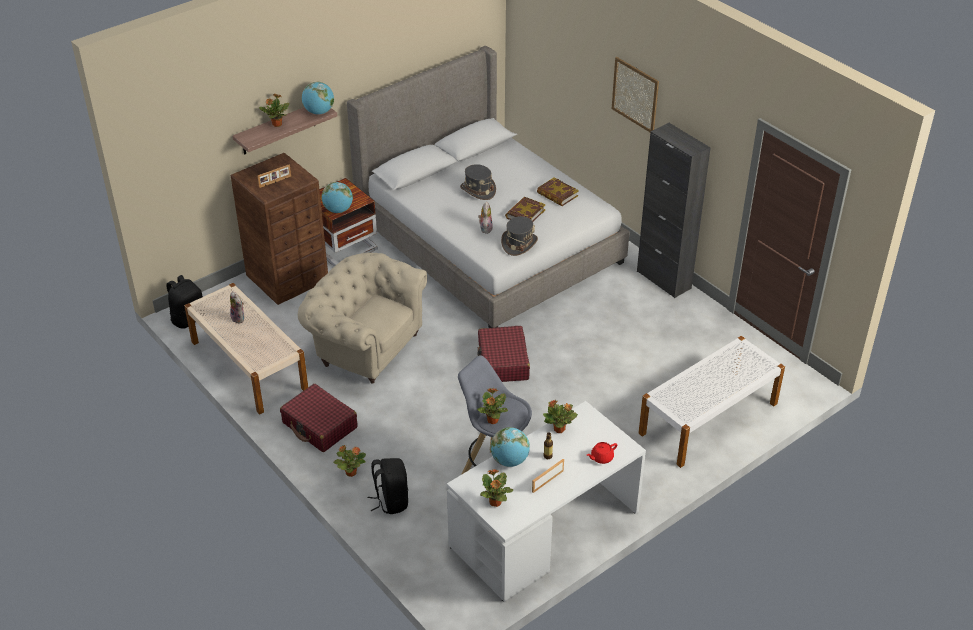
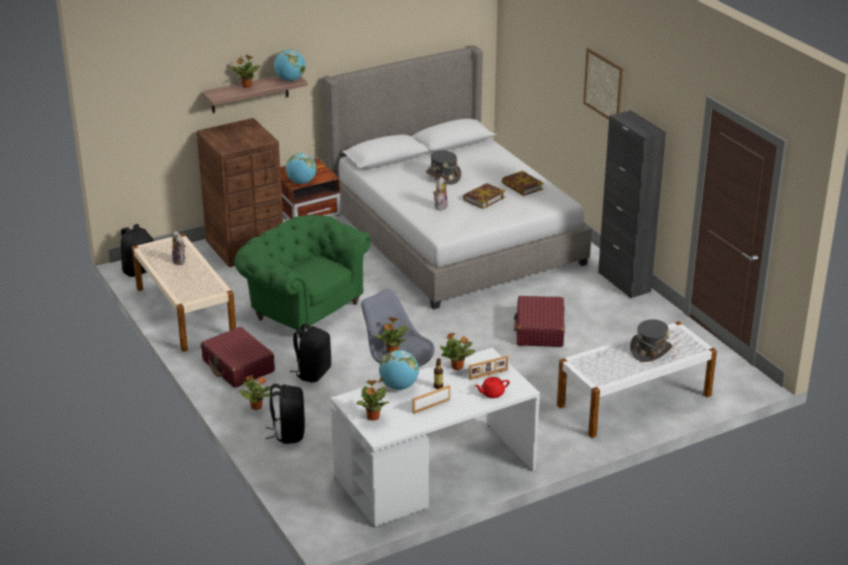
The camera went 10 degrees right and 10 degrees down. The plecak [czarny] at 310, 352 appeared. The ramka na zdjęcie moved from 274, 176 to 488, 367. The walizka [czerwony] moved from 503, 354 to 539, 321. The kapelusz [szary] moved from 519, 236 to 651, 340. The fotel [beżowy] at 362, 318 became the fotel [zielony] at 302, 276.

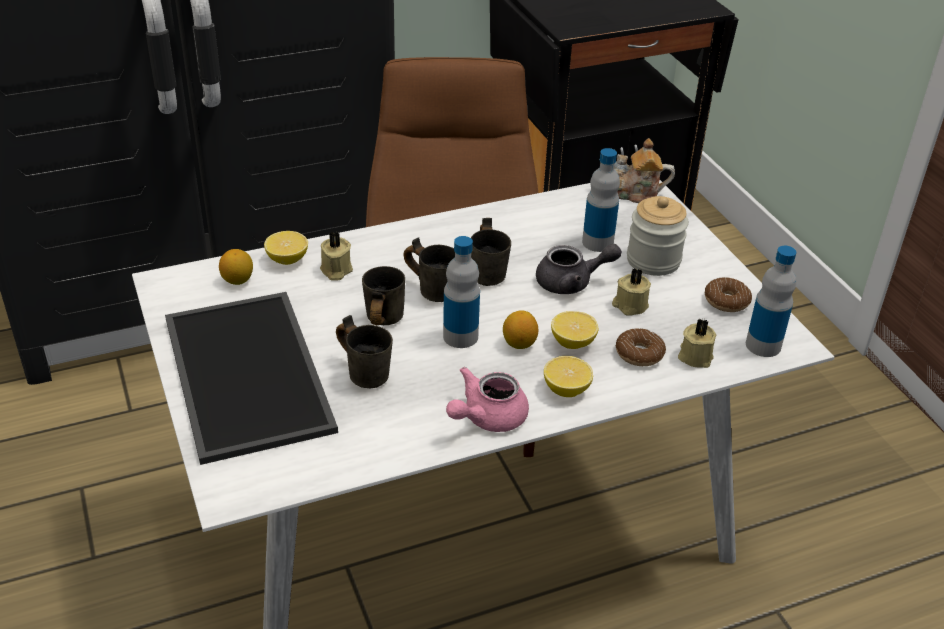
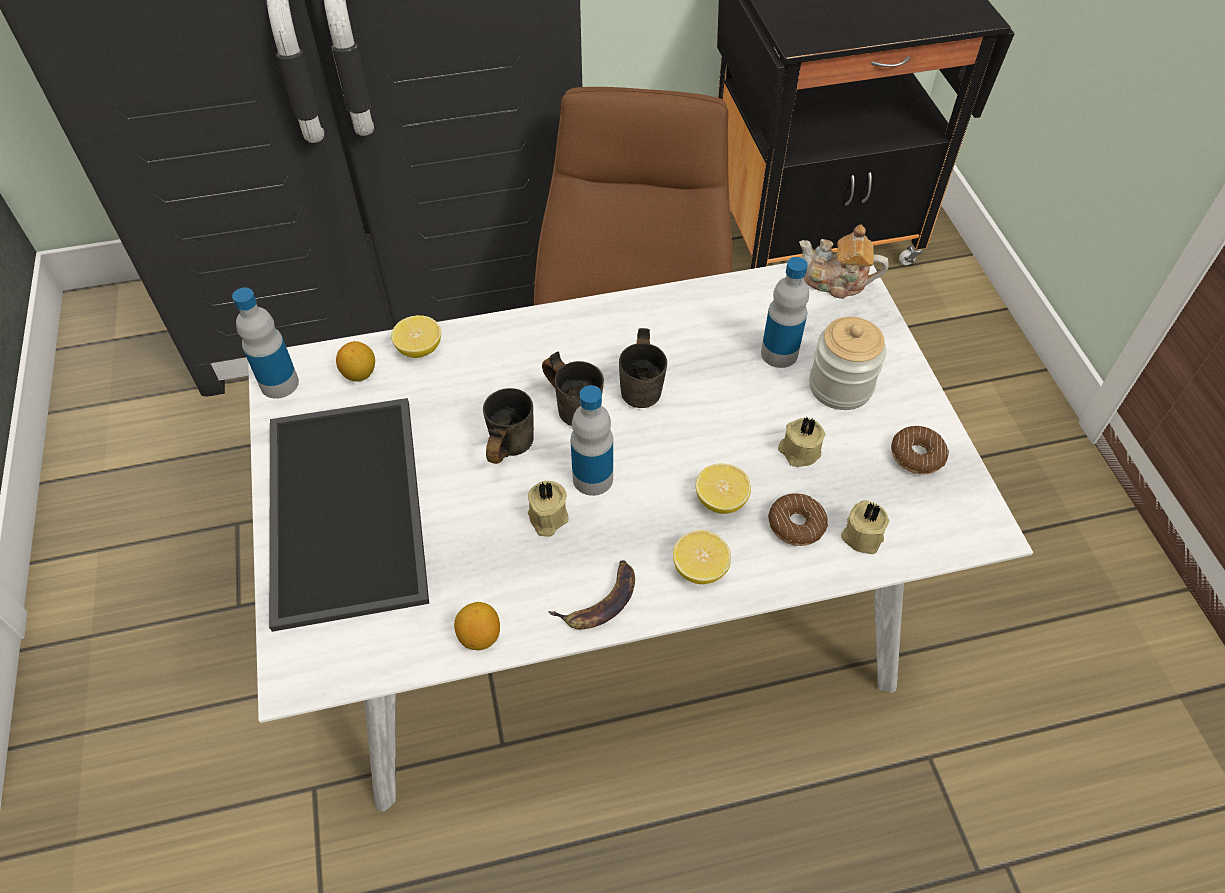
The camera went 10 degrees right and 15 degrees up. The kubek [szary] at 364, 351 disappeared. The imbryk [szary] at 579, 268 disappeared. The świeca [beżowy] moved from 336, 256 to 548, 509. The cytryna moved from 520, 329 to 477, 626. The butelka moved from 771, 301 to 265, 343. The imbryk [różowy] at 487, 399 was replaced by the banan at 592, 594.

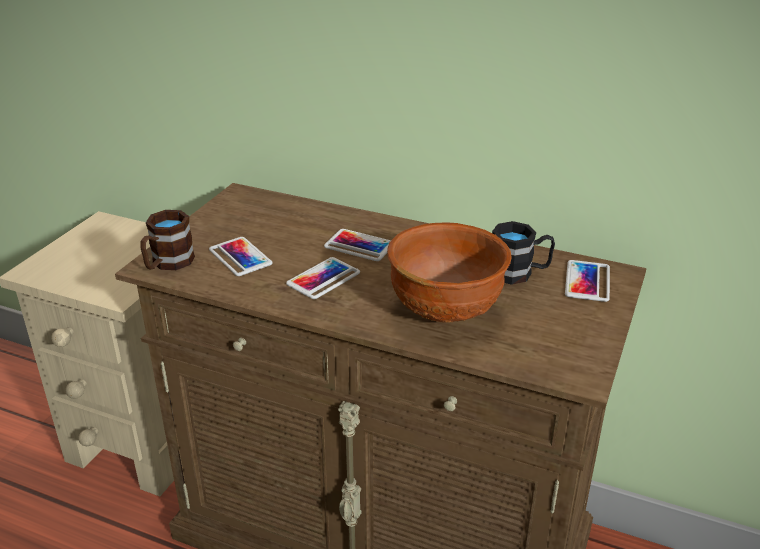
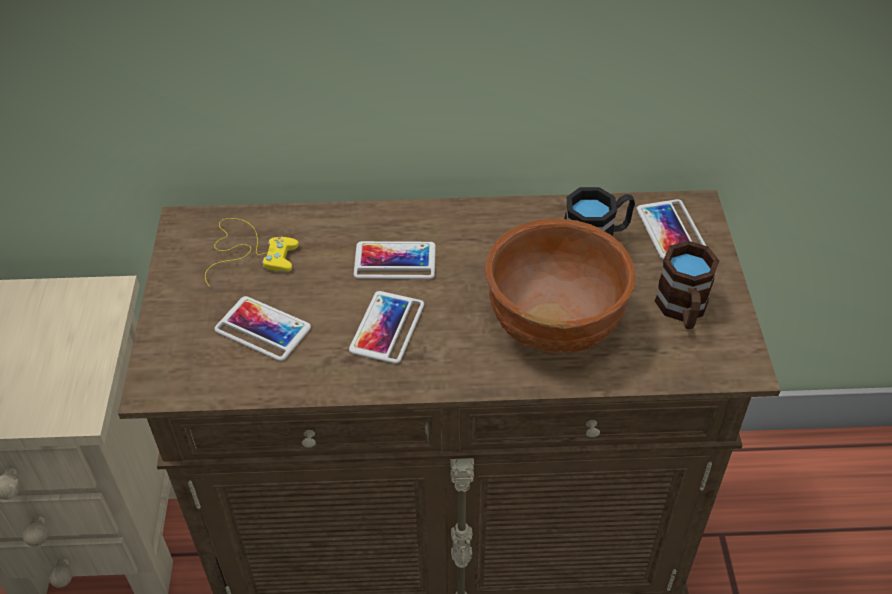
The camera went 25 degrees left and 15 degrees up. The pad do gier [żółty] at 252, 252 appeared. The kubek [brązowy] moved from 167, 240 to 687, 285.

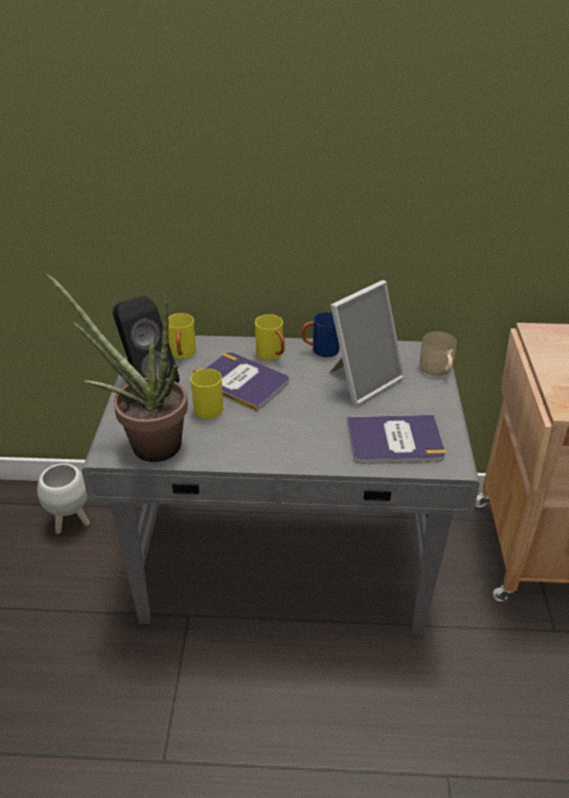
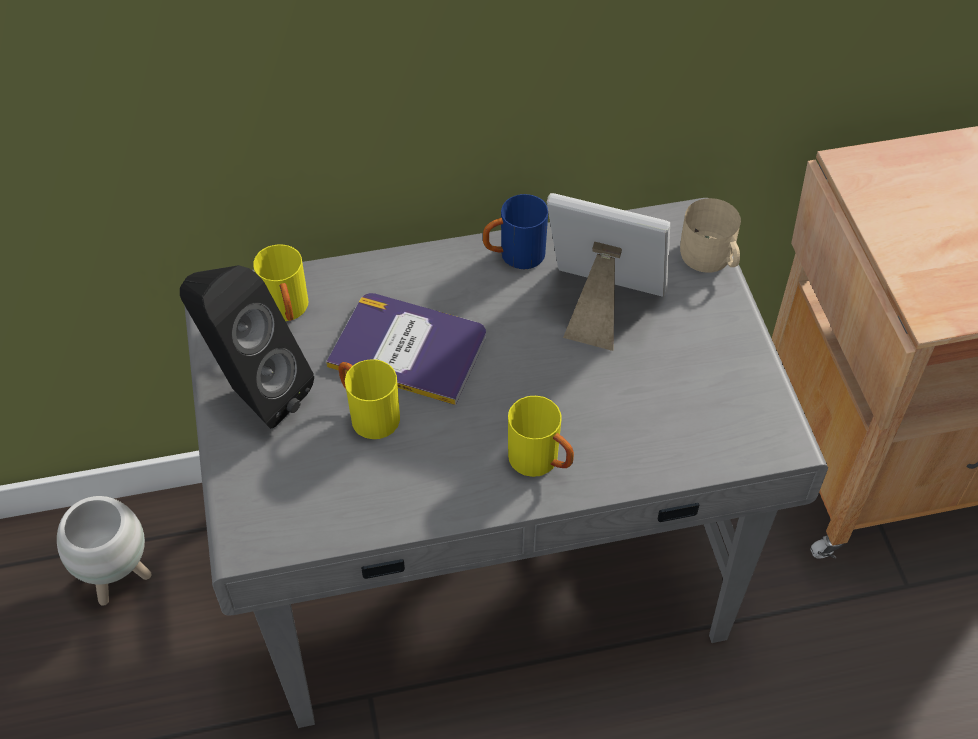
The camera went 15 degrees left and 15 degrees up. The roślina doniczkowa at 117, 367 disappeared. The książka at 396, 439 disappeared. The kubek [żółty] moved from 270, 337 to 541, 436. The ramka na zdjęcie at 366, 343 turned 105 degrees counterclockwise.

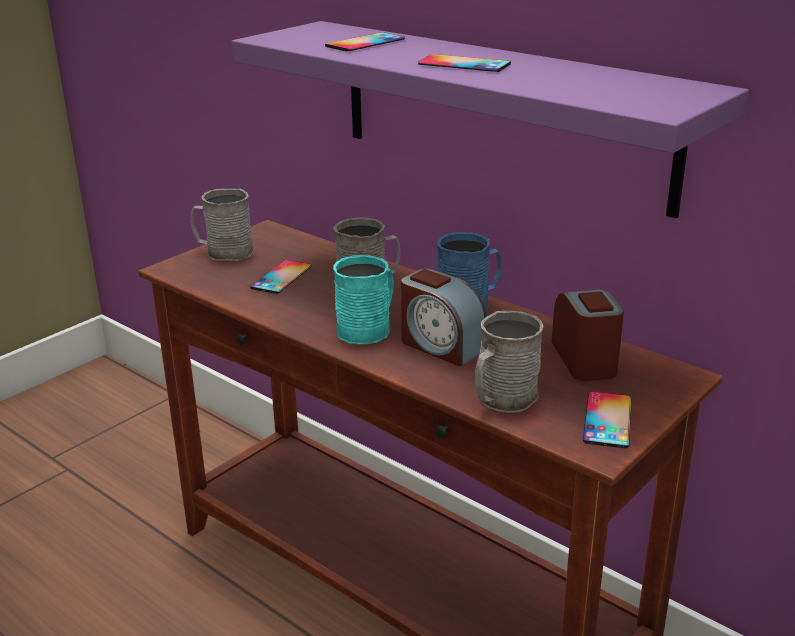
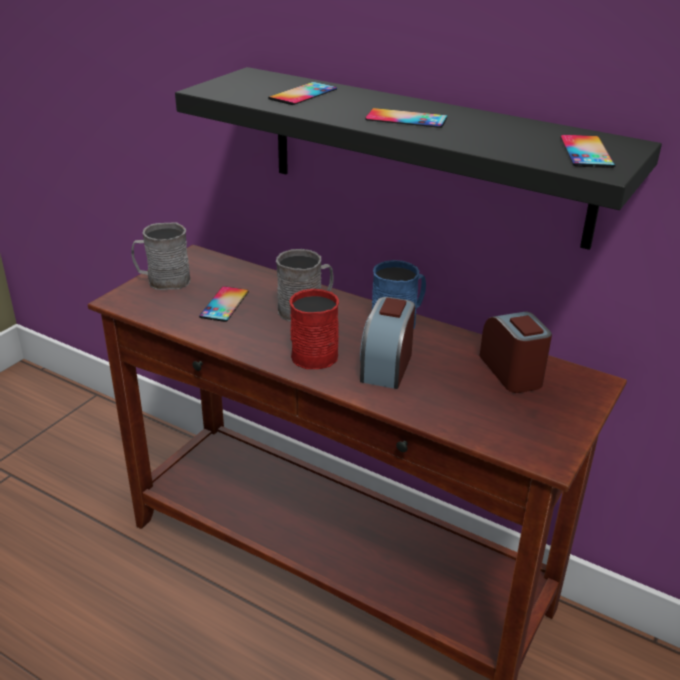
The camera went 10 degrees left and 5 degrees up. The kubek [szary] at 509, 362 disappeared. The telefon moved from 607, 419 to 588, 151. The półka [fioletowy] at 490, 119 became the półka [czarny] at 418, 158. The kubek [turkusowy] at 363, 299 became the kubek [czerwony] at 314, 329. The budzik at 444, 317 turned 75 degrees clockwise.

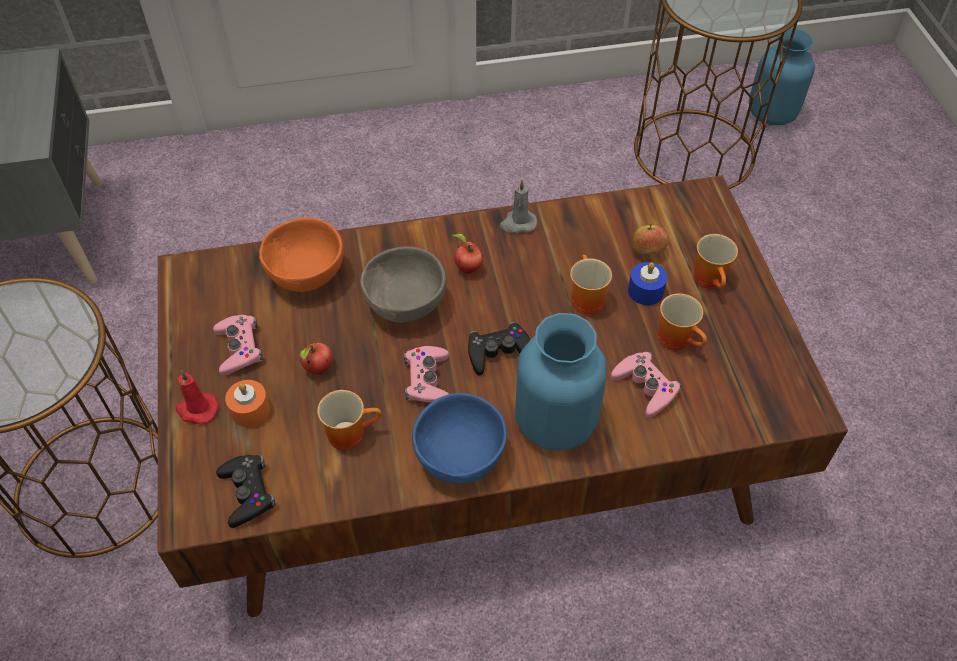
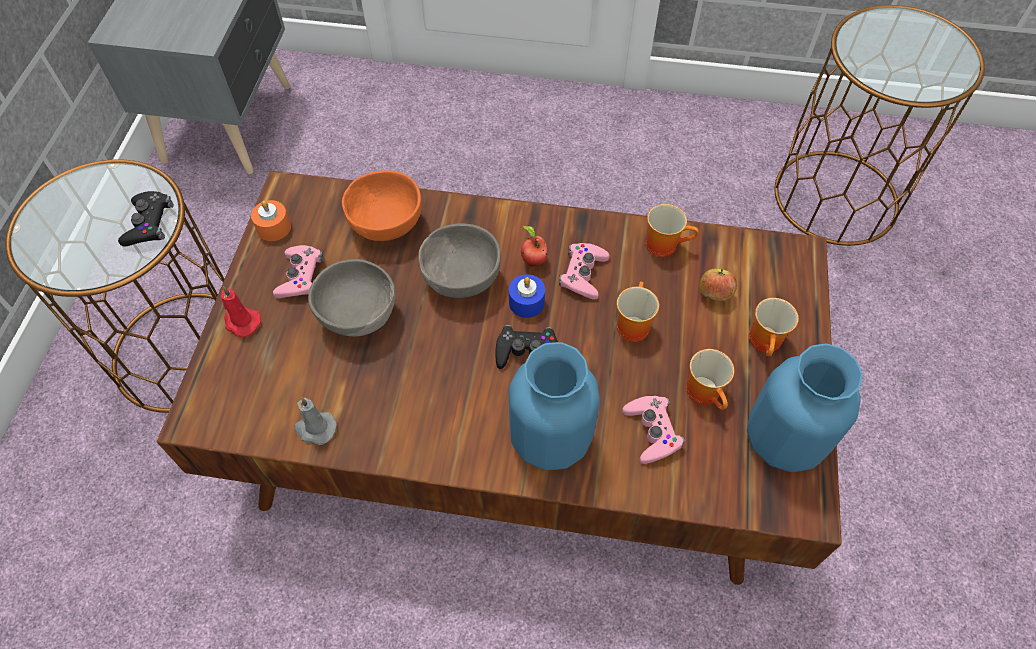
The camera went 20 degrees right and 5 degrees up. The miska [niebieski] at 459, 438 disappeared. The pad do gier [czarny] moved from 246, 491 to 146, 219. The świeca [pomarańczowy] moved from 247, 403 to 271, 220. The kubek moved from 349, 420 to 672, 230. The pad do gier [różowy] moved from 426, 374 to 584, 271. The świeca [szary] moved from 518, 207 to 315, 421. The świeca [niebieski] moved from 647, 283 to 527, 296. The wazon [niebieski] moved from 782, 77 to 805, 408. The jabłko at 315, 358 was replaced by the miska [szary] at 352, 298.

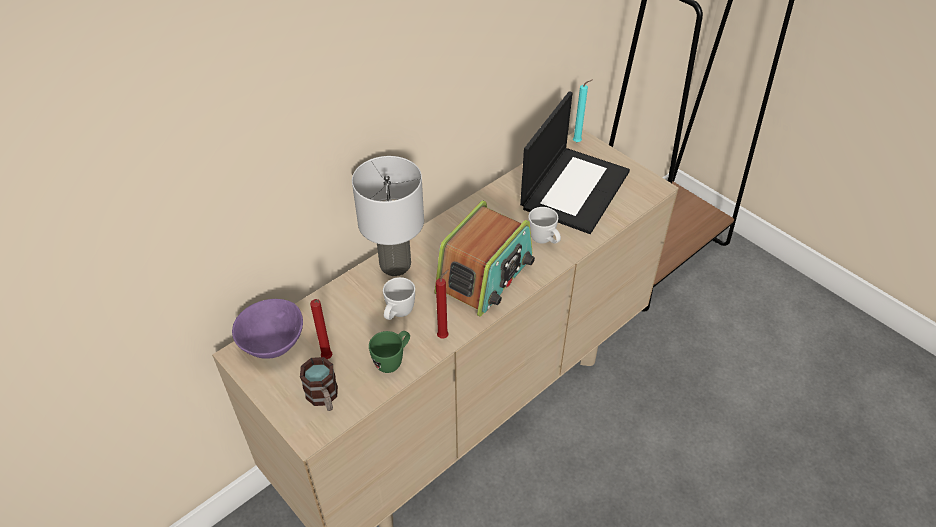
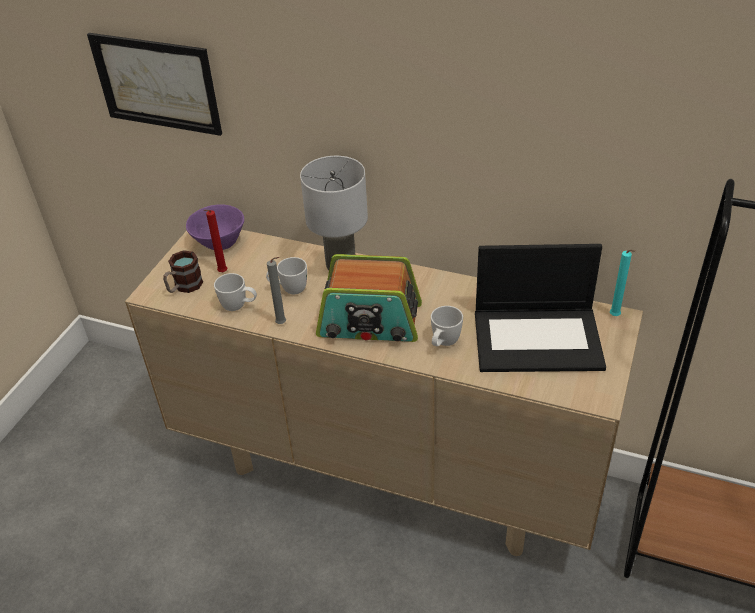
The camera went 65 degrees right and 5 degrees down. The obraz at 154, 84 appeared. The kubek [zielony] at 389, 352 became the kubek [biały] at 235, 292. The świeca [czerwony] at 442, 304 became the świeca [szary] at 276, 290.

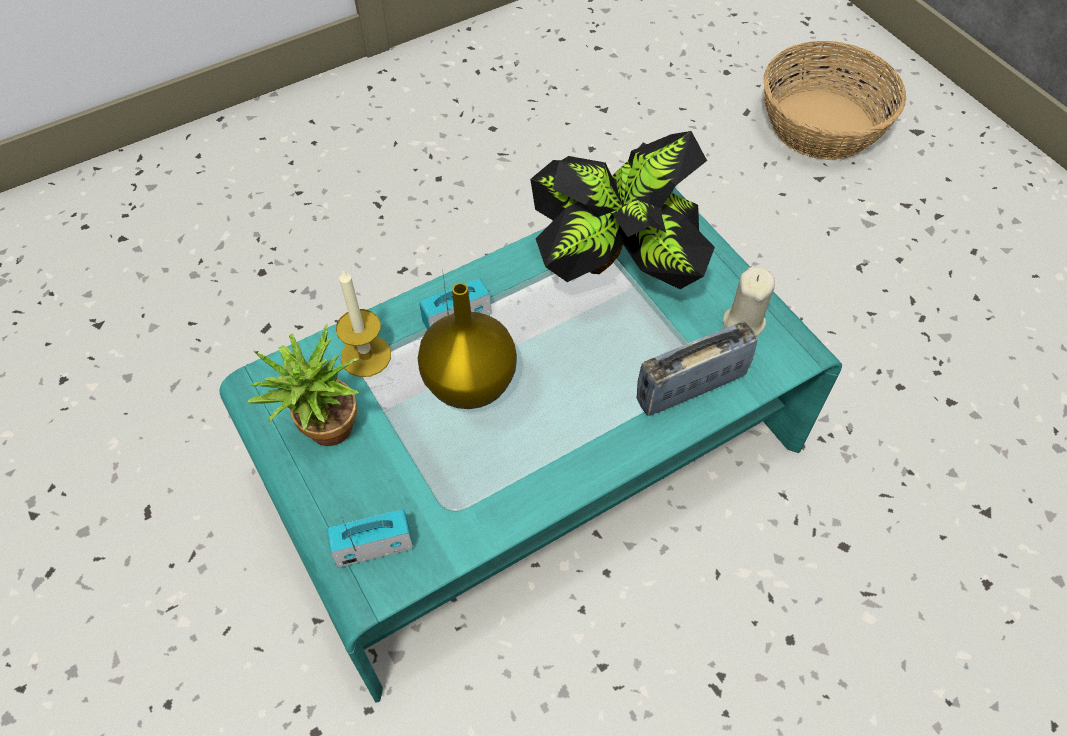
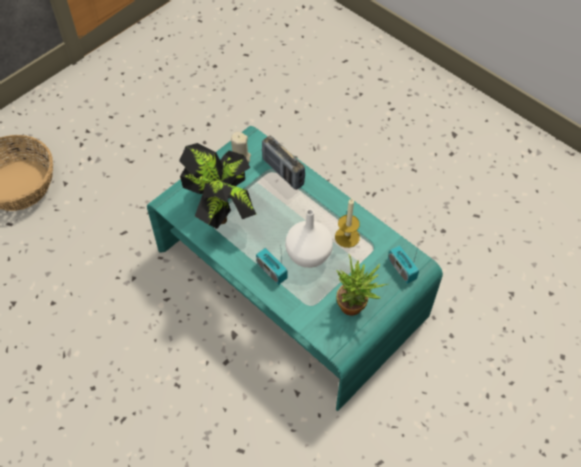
The camera went 105 degrees left and 0 degrees up. The świeca moved from 363, 323 to 347, 223. The wazon [żółty] at 467, 346 became the wazon [biały] at 309, 238.

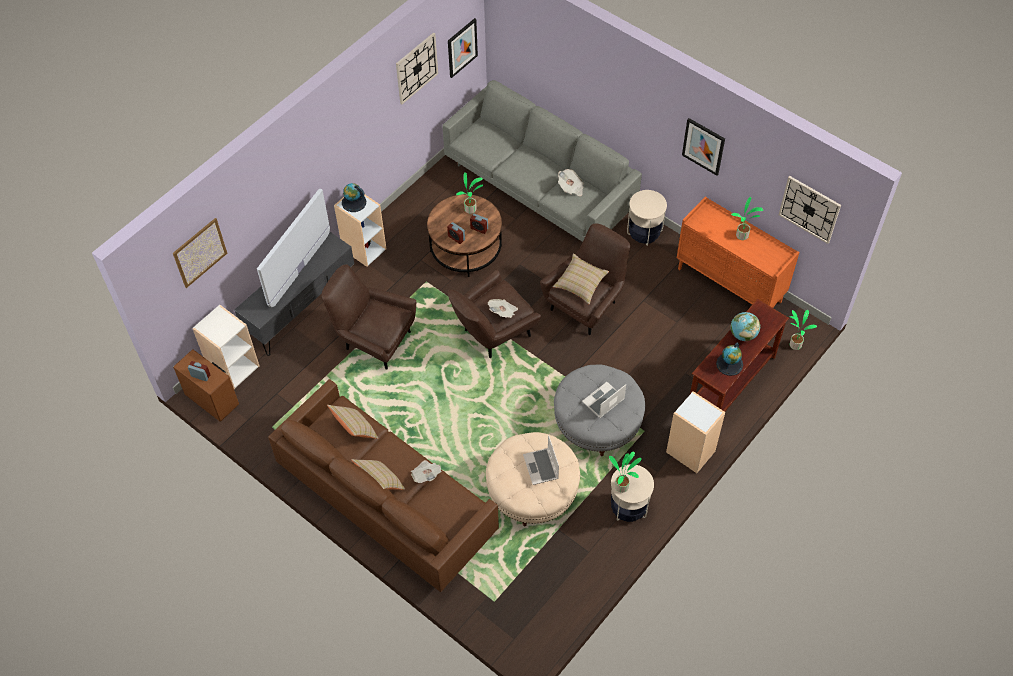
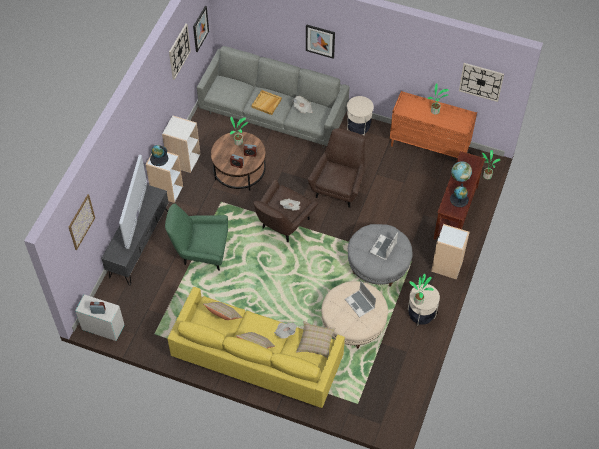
The camera went 20 degrees left and 0 degrees up. The taca [beżowy] at 266, 102 appeared. The regał moved from 226, 347 to 181, 144. The poduszka [beżowy] moved from 581, 278 to 315, 339. The obraz moved from 703, 147 to 320, 41. The szafka nocna [brązowy] at 206, 385 became the szafka nocna [biały] at 99, 317. The kanapa [brązowy] at 383, 485 became the kanapa [żółty] at 256, 347. The fotel [brązowy] at 369, 317 became the fotel [zielony] at 196, 237.

